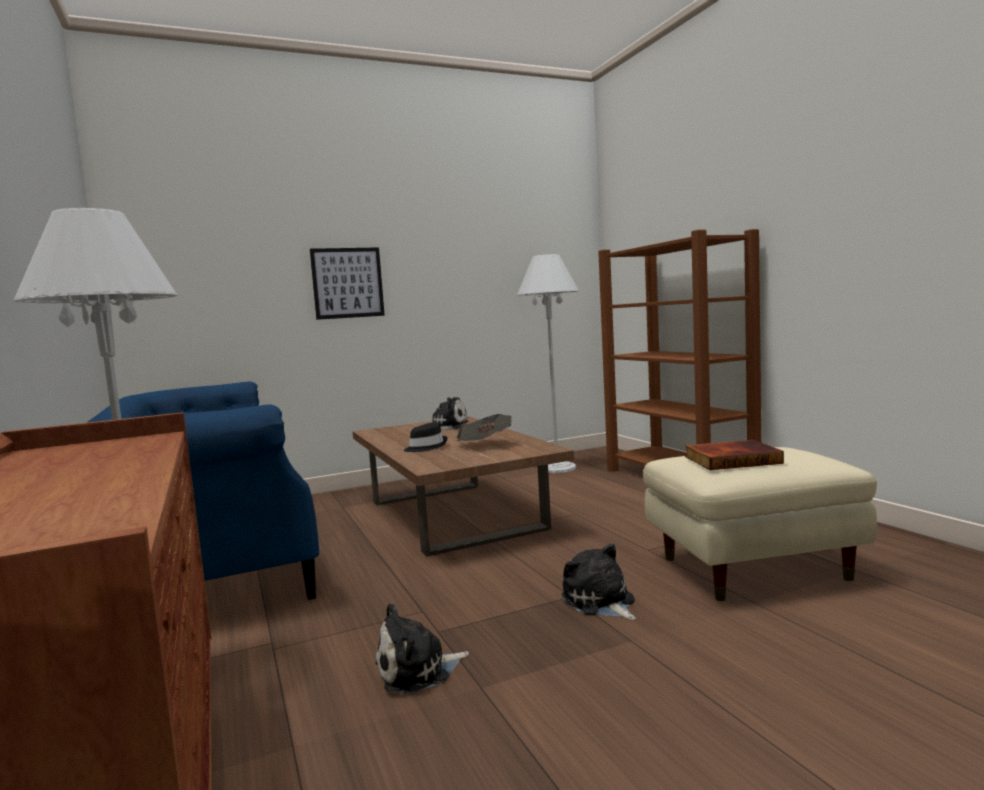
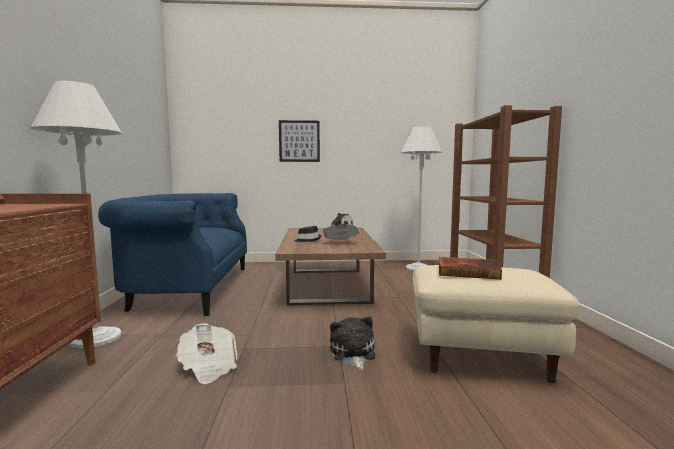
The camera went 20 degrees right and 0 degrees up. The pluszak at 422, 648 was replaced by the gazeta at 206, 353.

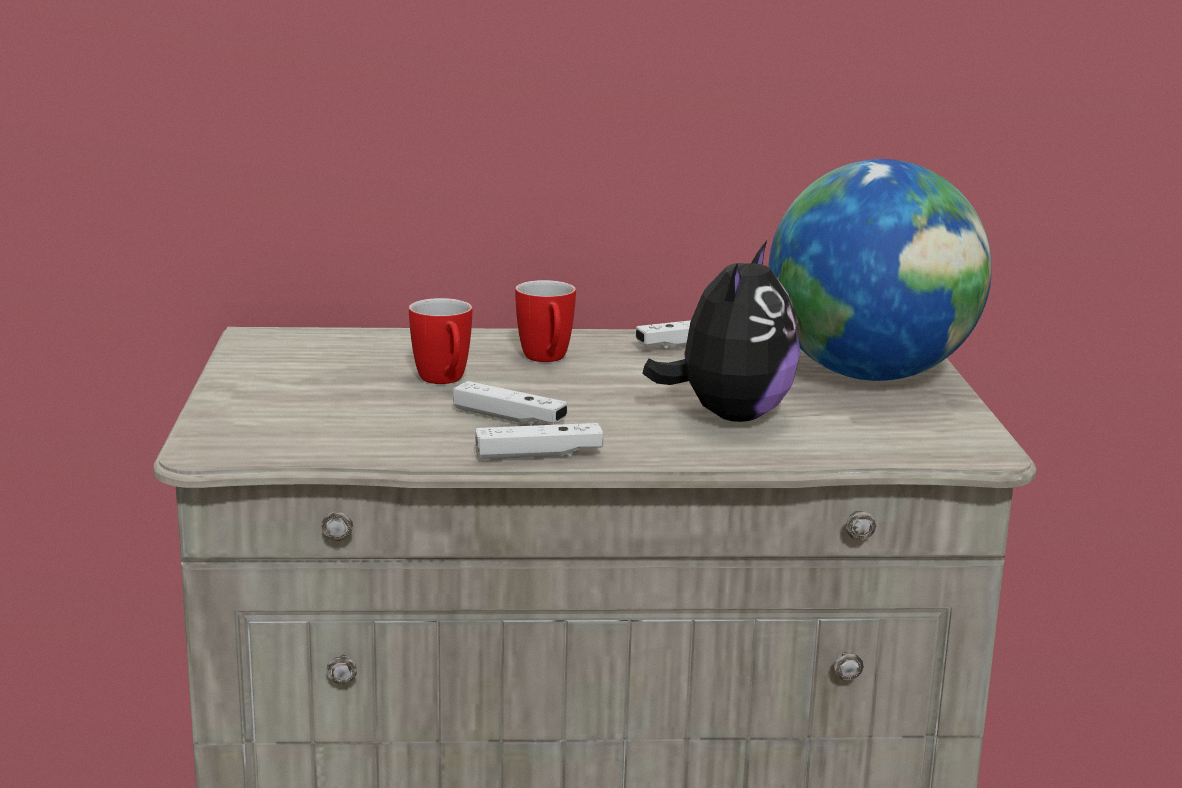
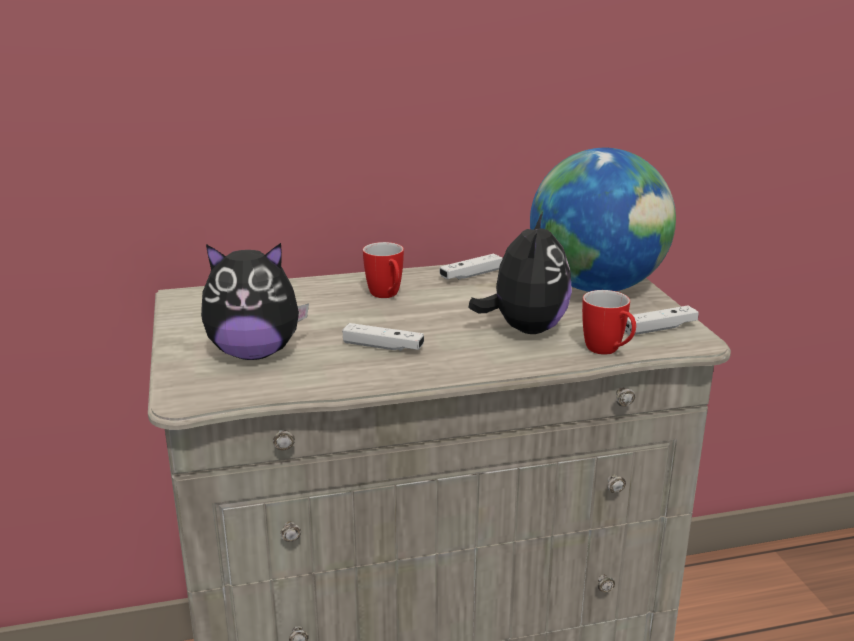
The camera went 10 degrees left and 5 degrees up. The pluszak at 255, 301 appeared. The kubek moved from 441, 341 to 609, 322. The pad do gier [biały] moved from 539, 441 to 662, 320.

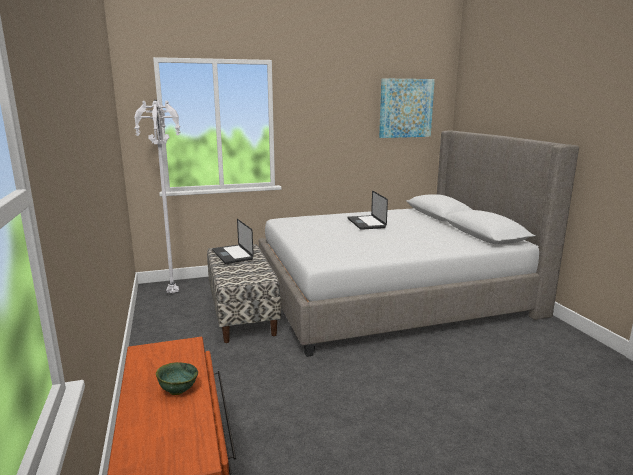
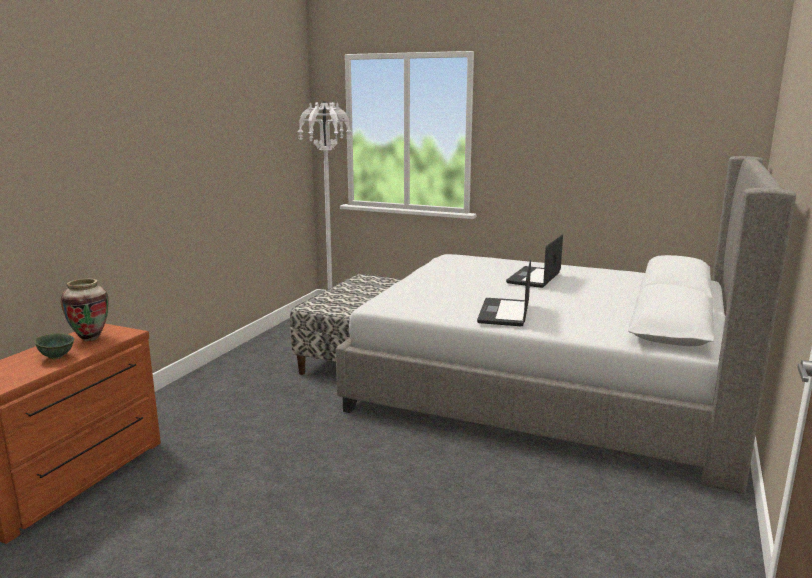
The camera went 40 degrees right and 0 degrees up. The obraz at 407, 108 disappeared. The wazon at 84, 310 appeared. The laptop moved from 233, 241 to 504, 293.

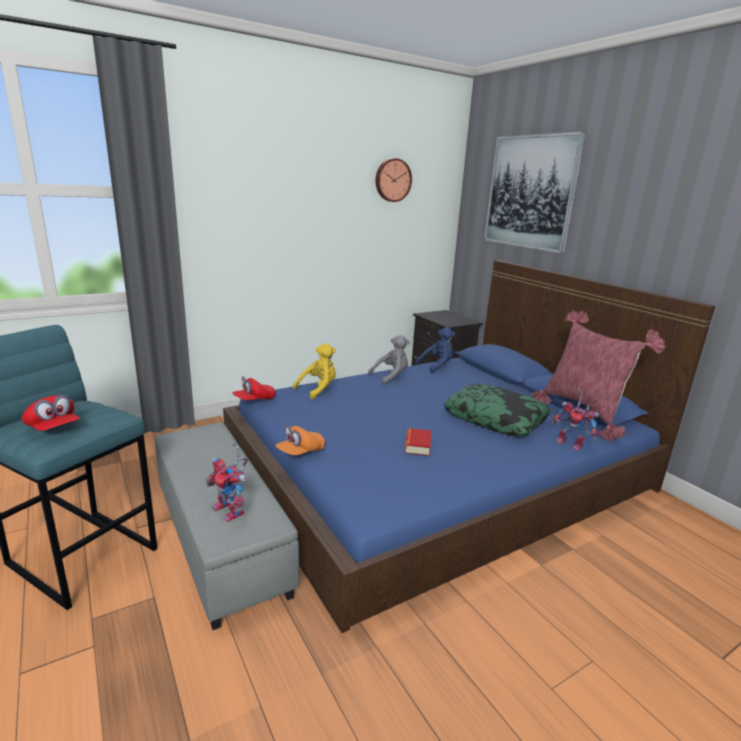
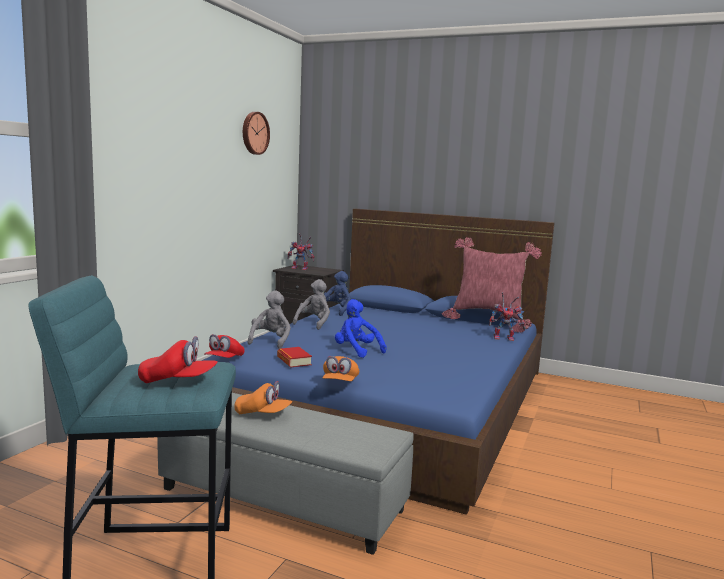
The camera went 35 degrees left and 10 degrees down. The poduszka at 497, 410 disappeared. The obraz at 535, 192 disappeared. The czapka z daszkiem [pomarańczowy] at 263, 397 appeared. The pluszak [niebieski] at 361, 328 appeared. The robot zabawkowy moved from 226, 482 to 301, 251. The książka moved from 417, 442 to 294, 357. The pluszak [żółty] at 314, 371 became the pluszak [szary] at 269, 320.

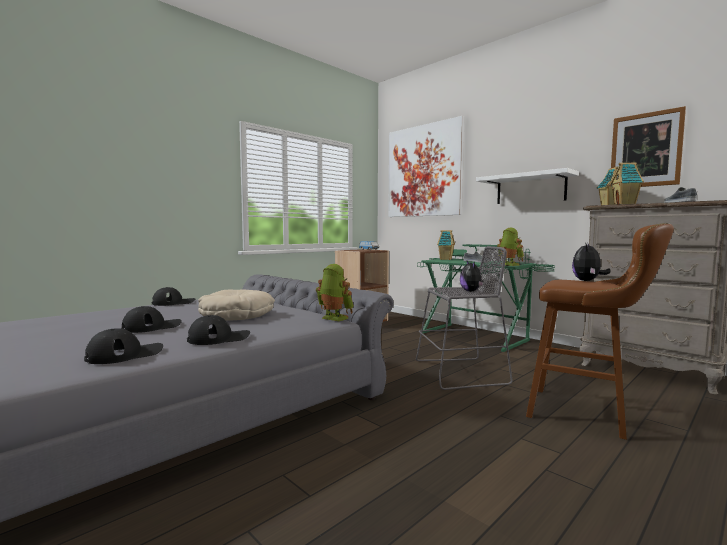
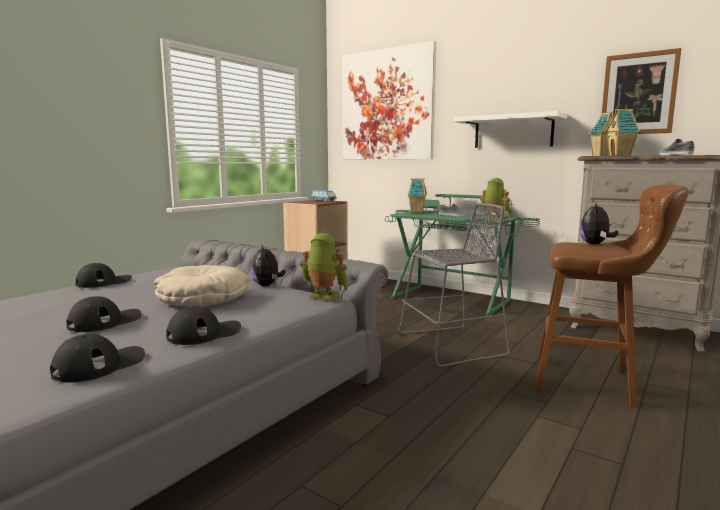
The camera went 10 degrees left and 5 degrees up. The pluszak moved from 472, 276 to 268, 265.

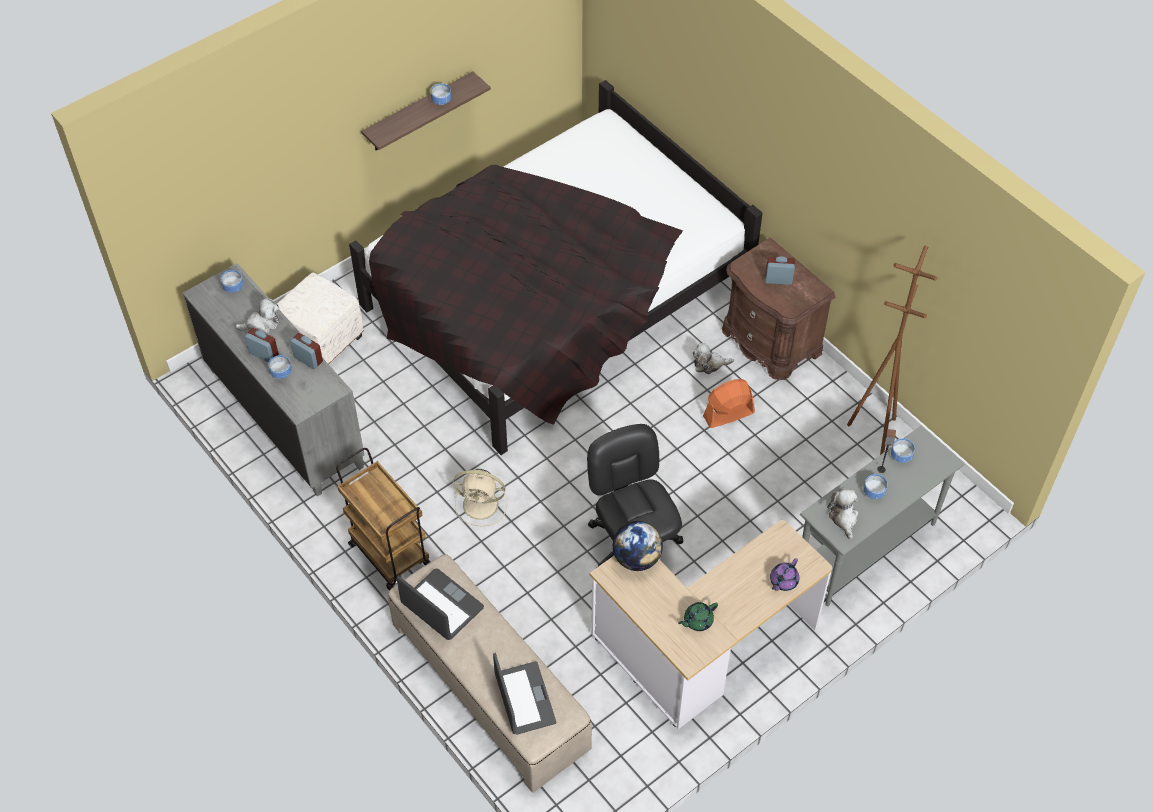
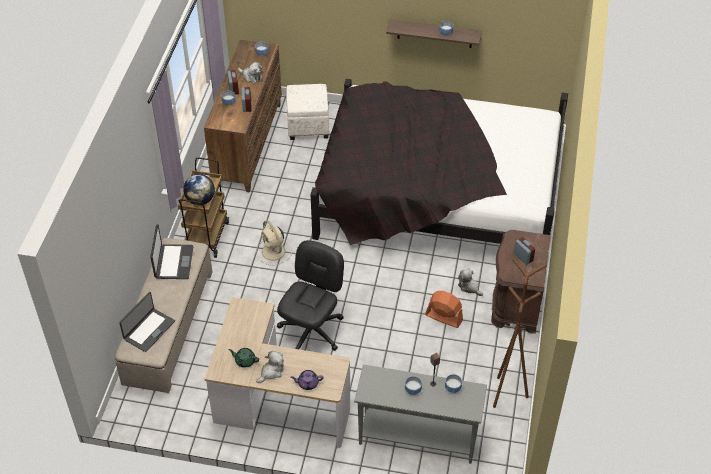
The camera went 50 degrees right and 5 degrees down. The globus moved from 637, 546 to 199, 189. The pluszak moved from 843, 514 to 270, 366. The komoda [szary] at 273, 379 became the komoda [brązowy] at 243, 116.

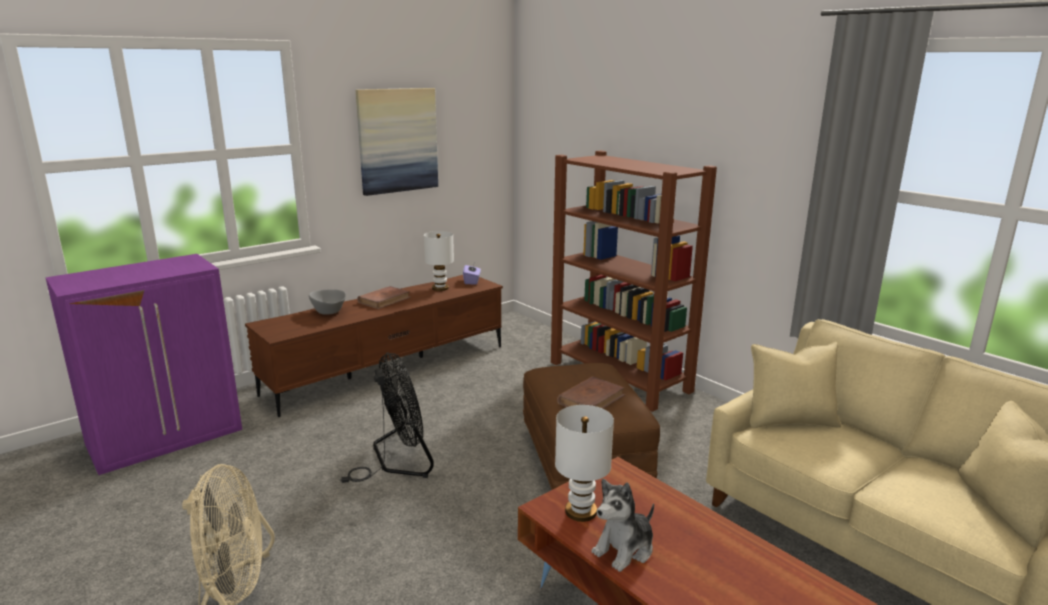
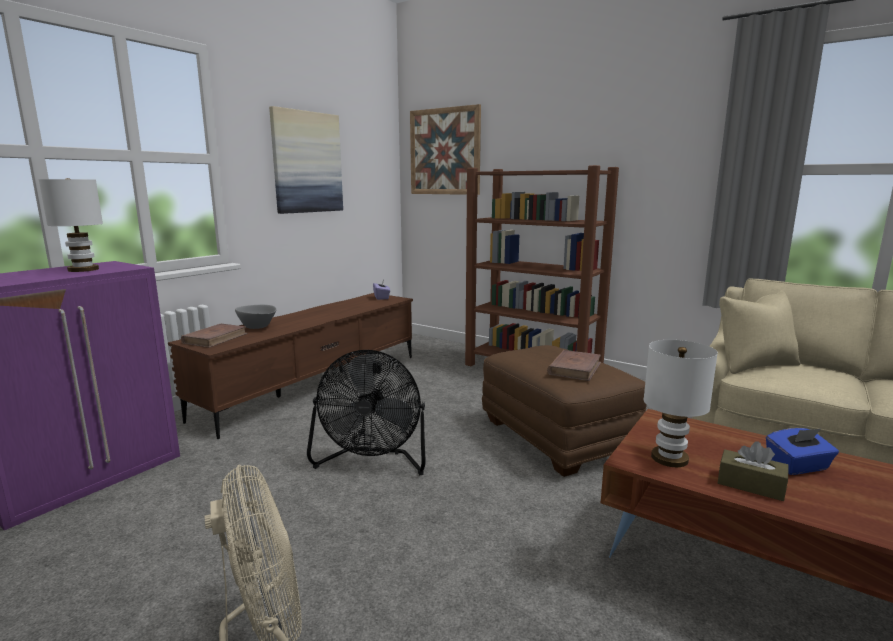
The camera went 15 degrees left and 5 degrees down. The obraz at 445, 149 appeared. The pudełko chusteczek [niebieski] at 802, 451 appeared. The książka [brązowy] moved from 384, 297 to 214, 336. The lampa stołowa [biały] moved from 439, 261 to 71, 225. The pluszak at 622, 525 was replaced by the pudełko chusteczek [brązowy] at 753, 471. The wentylator [czarny] at 386, 417 turned 135 degrees clockwise.

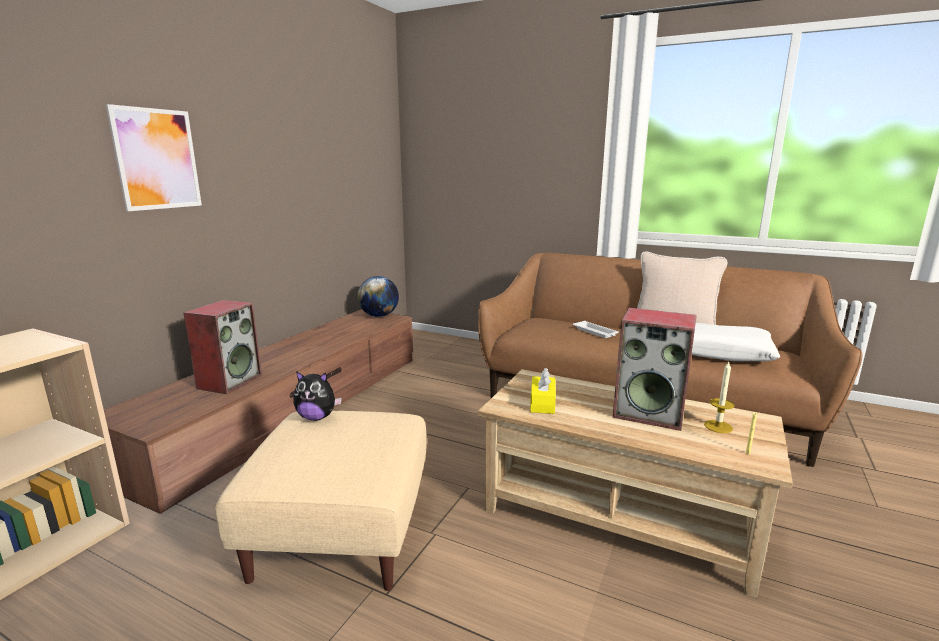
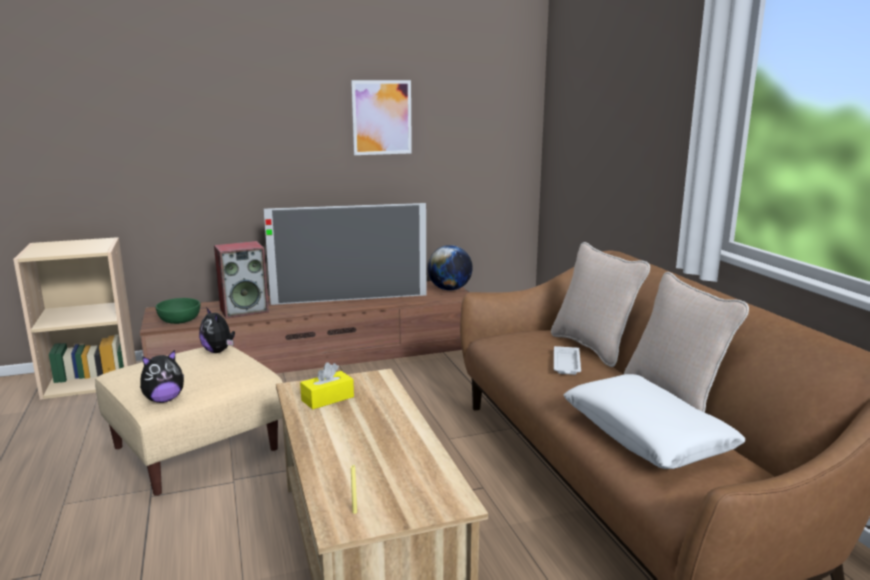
The camera went 45 degrees right and 0 degrees up. The głośnik at 655, 369 disappeared. The świeca at 719, 397 disappeared. The pluszak at 162, 376 appeared. The miska [zielony] at 178, 311 appeared. The telewizor at 344, 254 appeared. The poduszka [beżowy] at 600, 304 appeared. The obraz moved from 154, 157 to 381, 117.

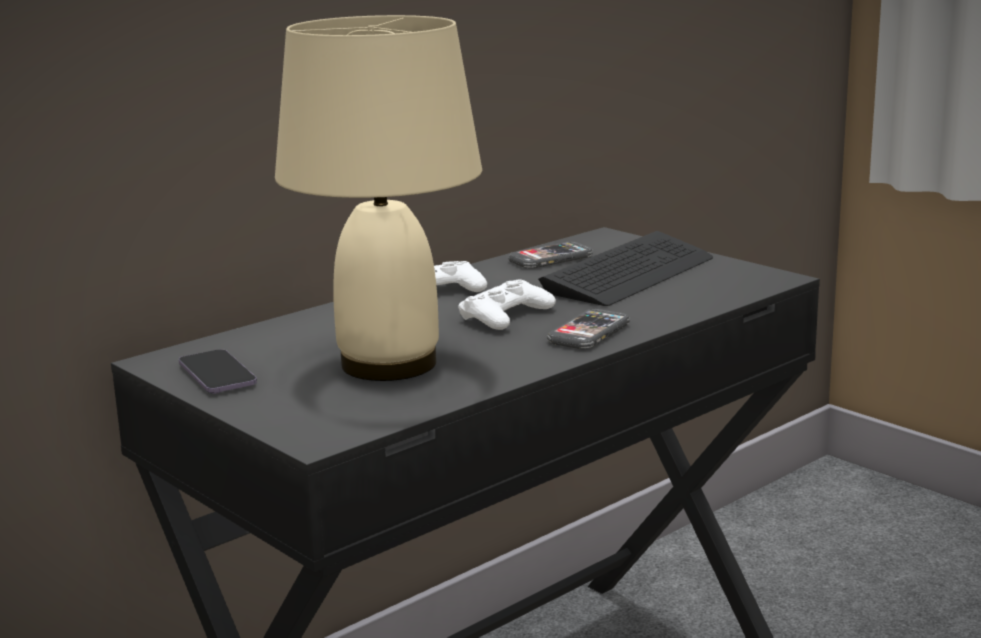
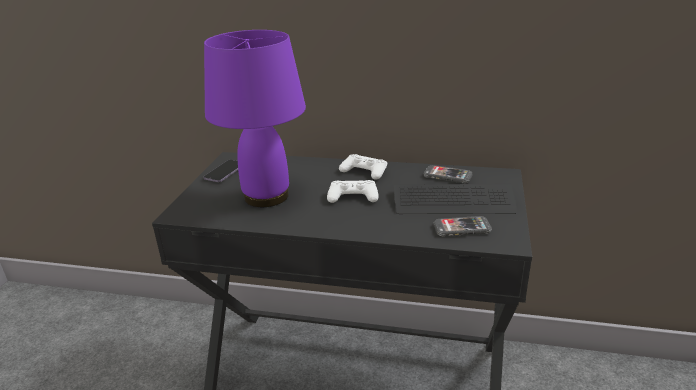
The camera went 55 degrees right and 10 degrees up. The telefon moved from 588, 329 to 462, 226. The lampa stołowa [beżowy] at 378, 198 became the lampa stołowa [fioletowy] at 255, 118.

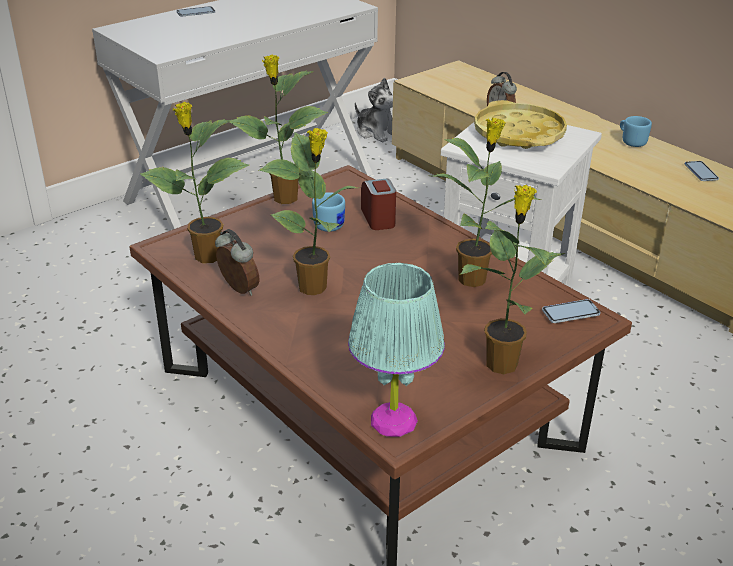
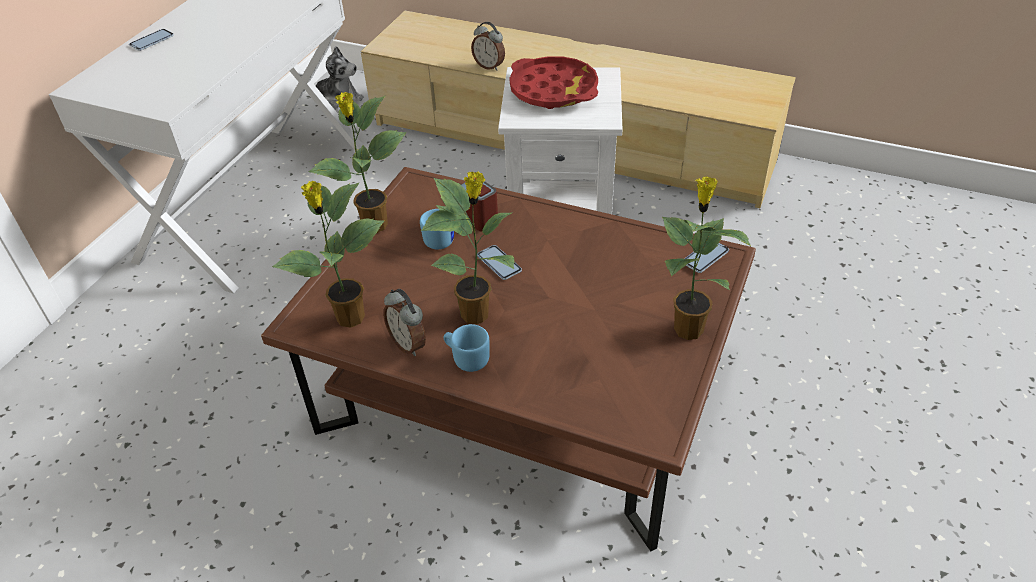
The camera went 25 degrees left and 10 degrees up. The lampa stołowa [turkusowy] at 396, 350 disappeared. The roślina doniczkowa at 486, 202 disappeared. The kubek [niebieski] moved from 636, 131 to 467, 348. The telefon moved from 702, 171 to 499, 262. The taca [żółty] at 520, 124 became the taca [czerwony] at 554, 82. The budzik at 237, 262 turned 150 degrees counterclockwise.

